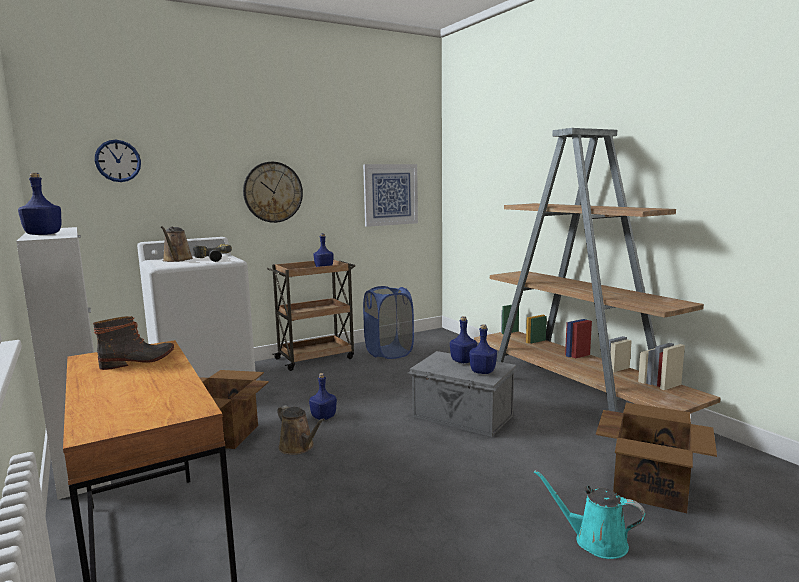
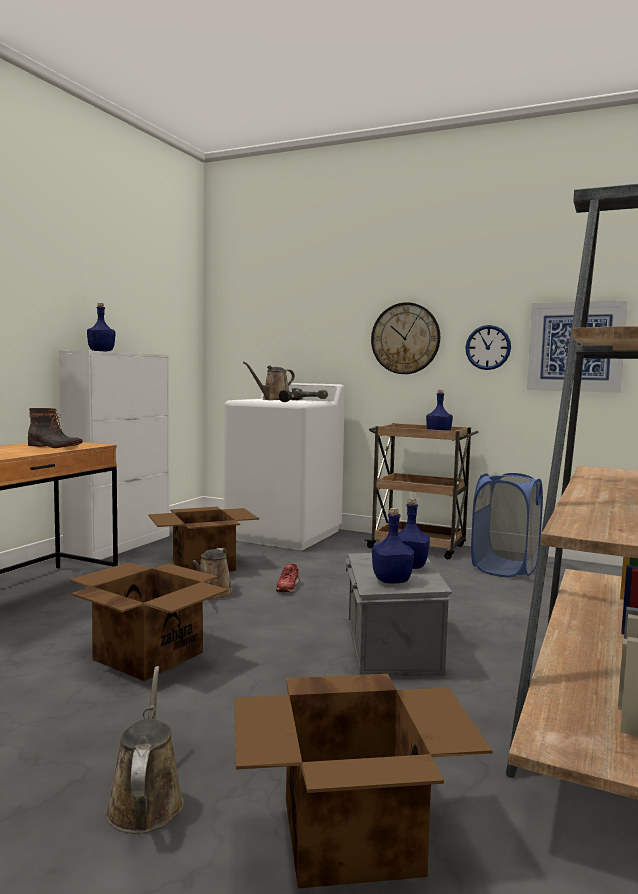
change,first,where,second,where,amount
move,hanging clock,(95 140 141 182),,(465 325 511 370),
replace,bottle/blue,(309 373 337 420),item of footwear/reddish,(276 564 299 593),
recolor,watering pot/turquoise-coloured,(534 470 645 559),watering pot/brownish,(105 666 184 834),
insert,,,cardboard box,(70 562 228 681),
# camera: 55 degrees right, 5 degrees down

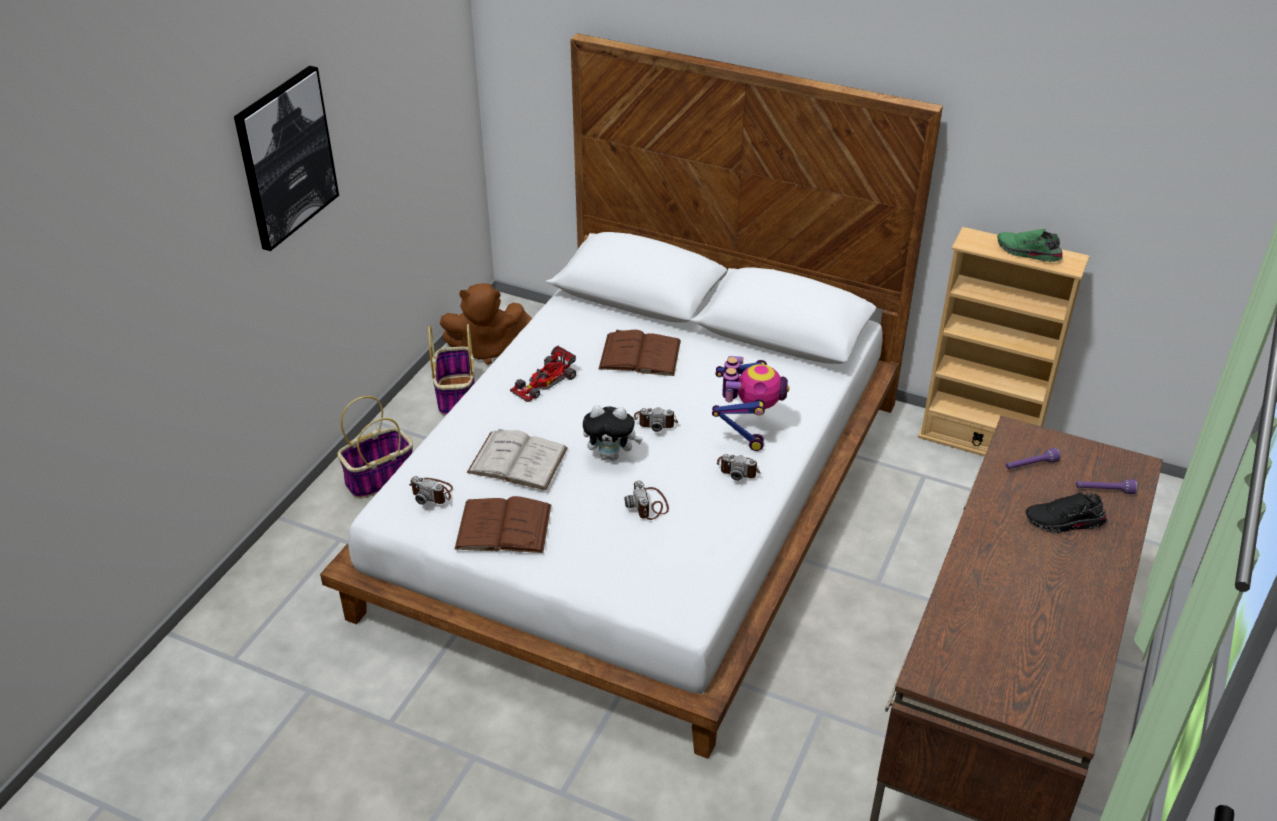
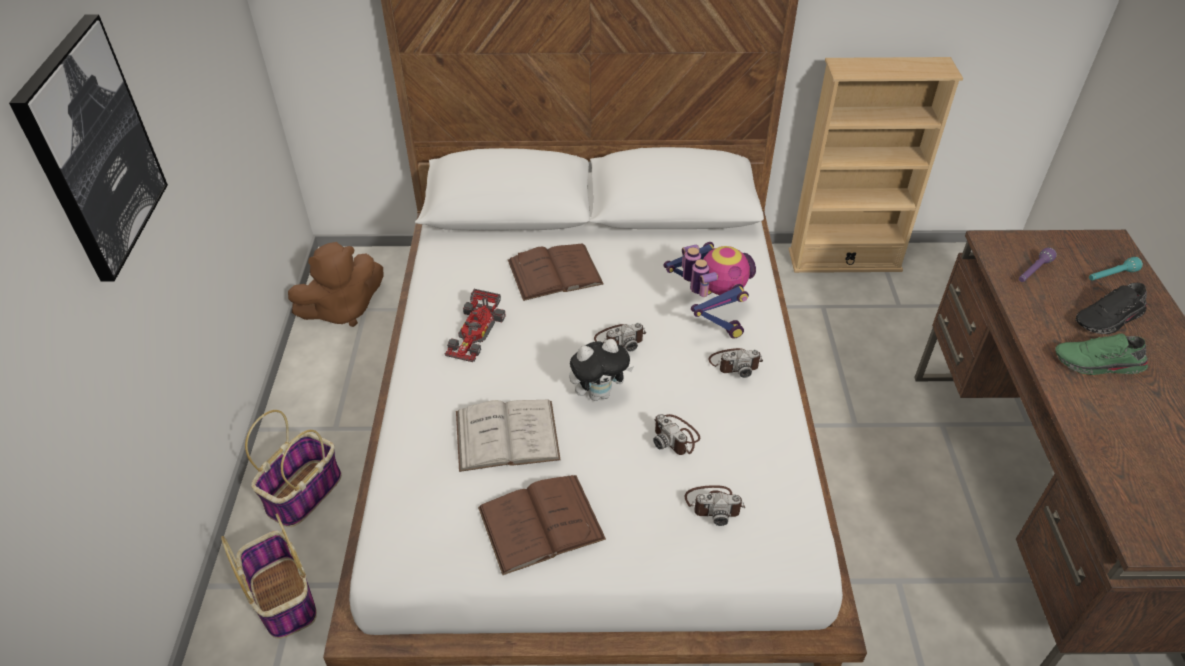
change,first,where,second,where,amount
move,item of footwear/green,(997 229 1063 262),,(1055 333 1148 375),
move,household basket,(428 324 475 416),,(221 514 317 639),
move,photo camera,(409 476 453 505),,(685 485 746 526),
recolor,torch/purple,(1076 479 1138 494),torch/turquoise-coloured,(1089 257 1143 280),
# camera: 25 degrees left, 5 degrees up

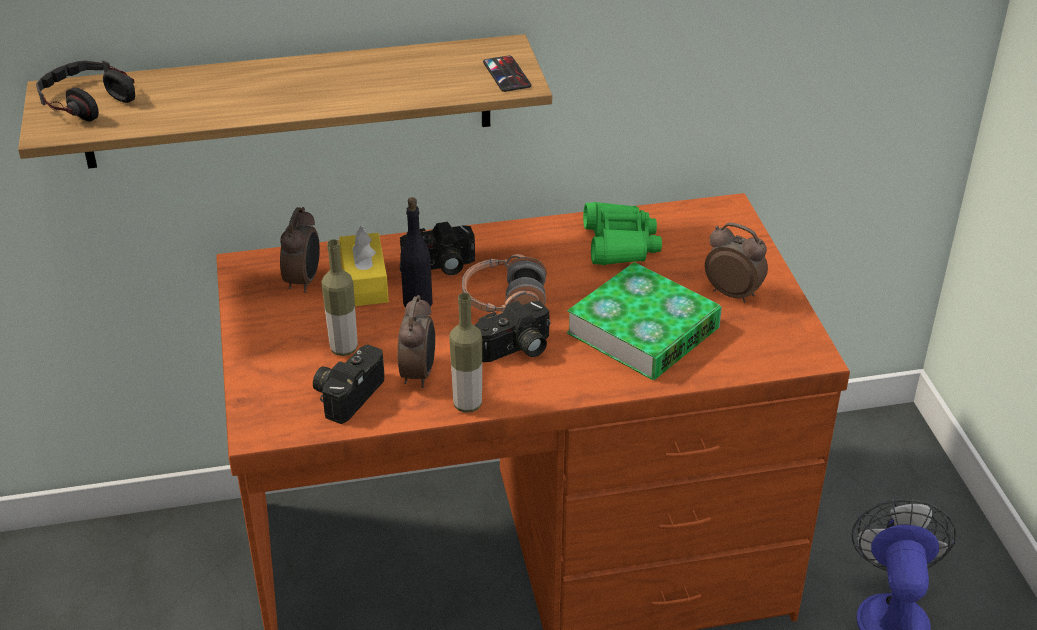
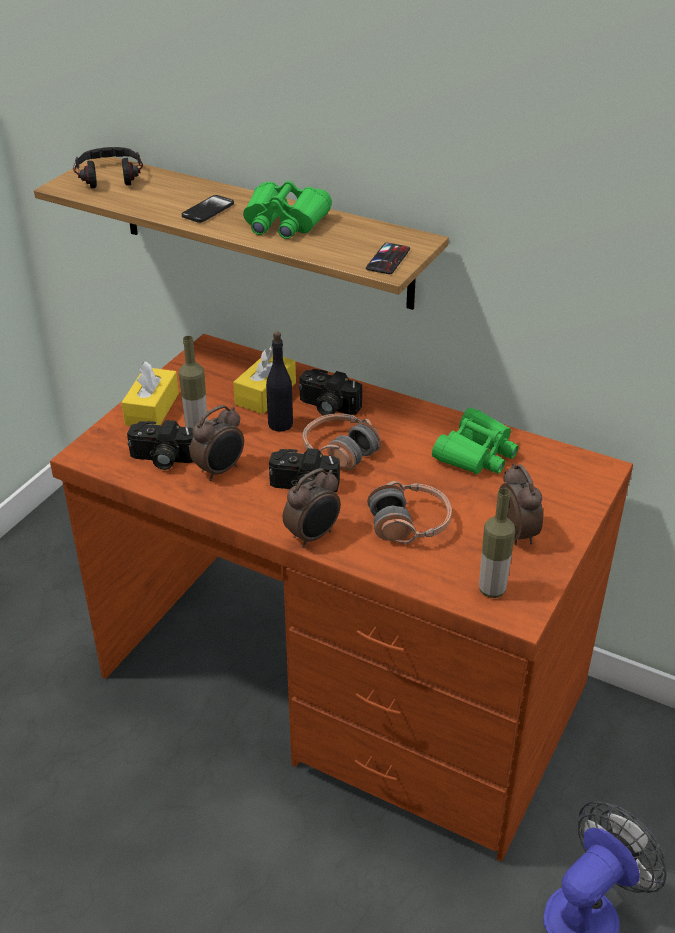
change,first,where,second,where,amount
move,alarm clock,(280 207 320 293),,(283 468 341 548),
replace,volume,(567 262 722 380),pair of headphones,(367 481 452 544),
move,bottle,(449 293 482 413),,(479 488 515 598),
rotate,photo camera,(313 344 384 424),,(127 420 193 470),150 degrees counterclockwise
insert,,,field glasses/green,(243 181 332 239),
insert,,,handset,(182 195 234 223),
insert,,,box of tissues/yellowish,(121 362 179 426),
# camera: 40 degrees right, 0 degrees up

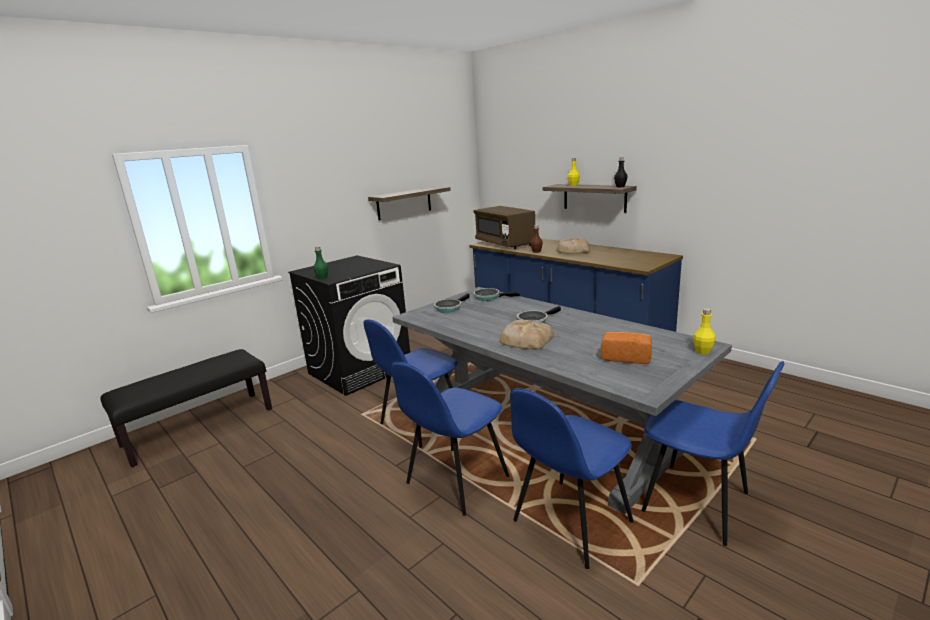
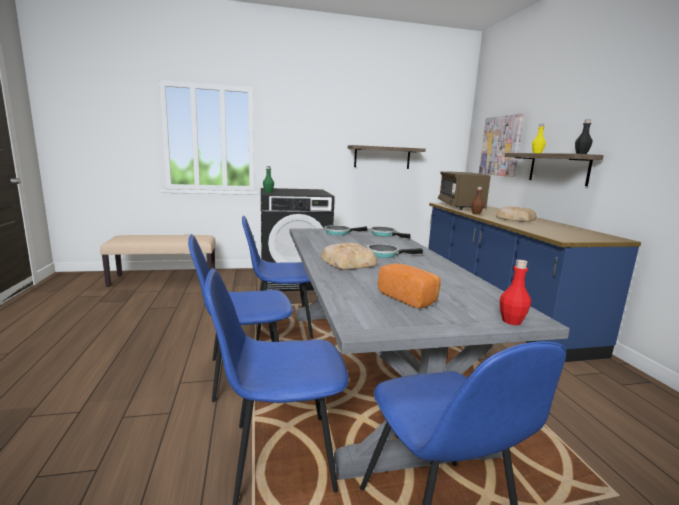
change,first,where,second,where,amount
recolor,bottle/yellowish,(693 308 716 355),bottle/reddish,(500 260 531 325),
recolor,long seat/blackish,(100 349 272 467),long seat/sand-coloured,(100 235 216 287),
insert,,,wall picture,(479 113 524 177),
# camera: 30 degrees right, 5 degrees down

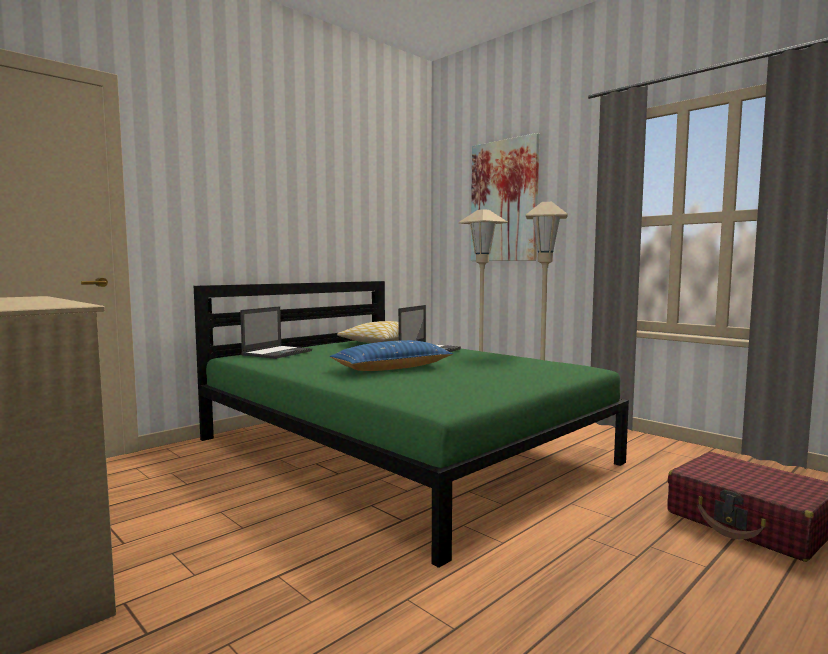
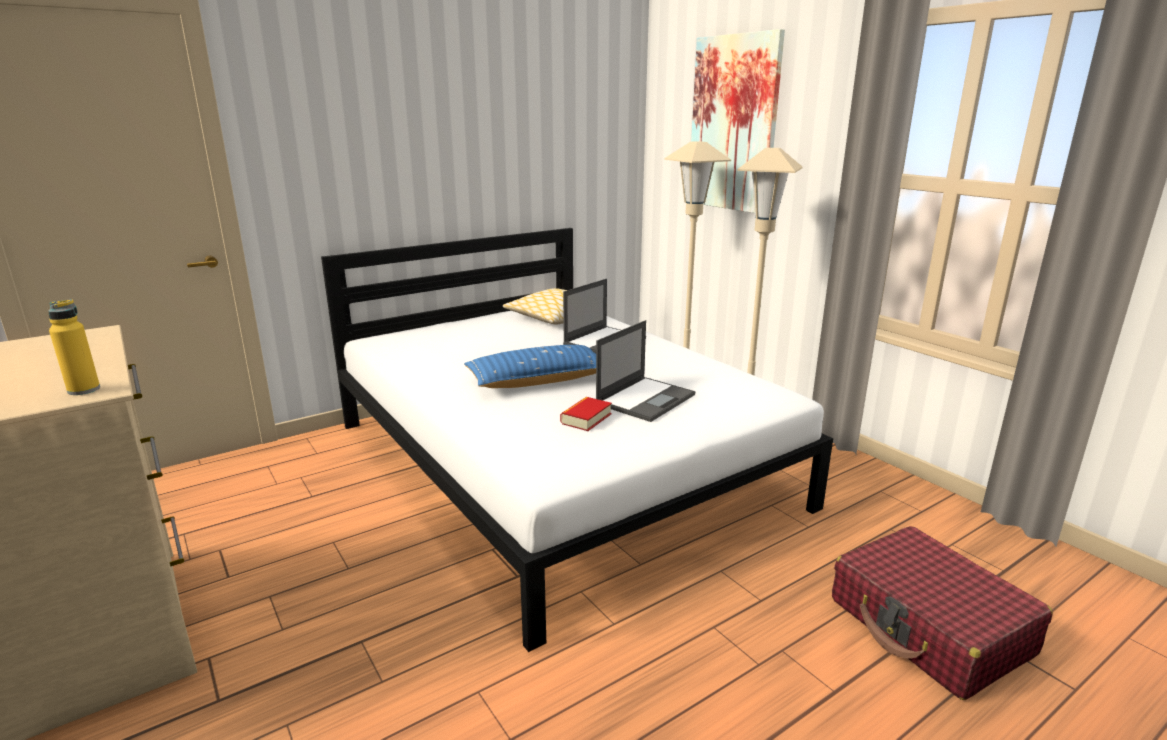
change,first,where,second,where,amount
recolor,bedroom bed/green,(194 281 629 568),bedroom bed/white,(321 228 833 652),
move,notebook computer,(240 306 312 359),,(596 320 695 422),
insert,,,bottle/yellowish,(48 300 100 395),
insert,,,volume,(560 397 612 431),
# camera: 10 degrees right, 15 degrees up

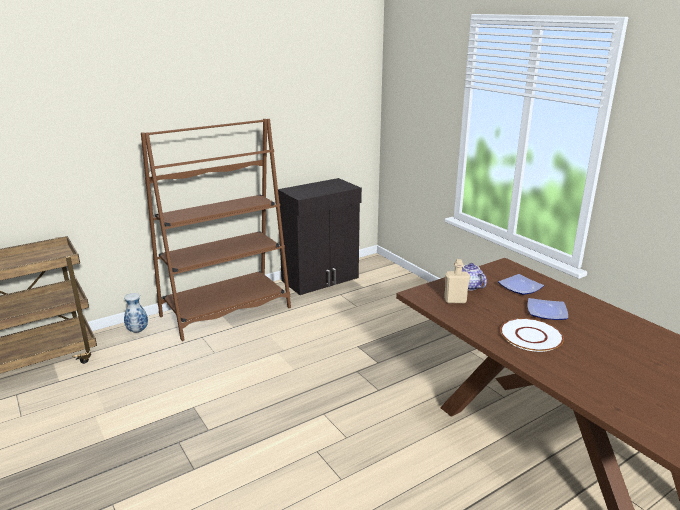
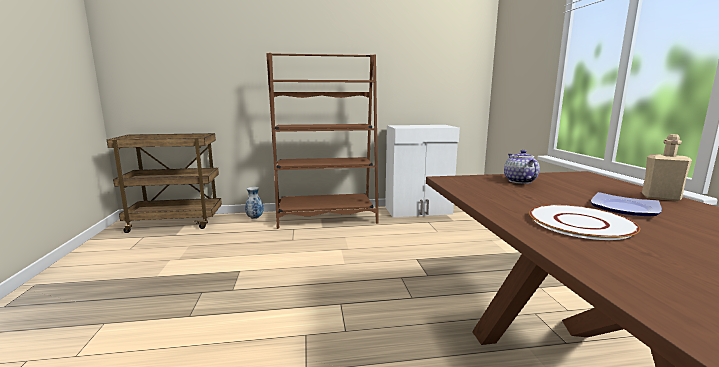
change,first,where,second,where,amount
recolor,cupboard/blackish,(278 178 362 295),cupboard/white,(385 125 460 217),
move,bottle/sand-coloured,(444 259 470 303),,(642 134 692 201),
delete,plate,(498 274 544 295),,,
# camera: 25 degrees right, 10 degrees down

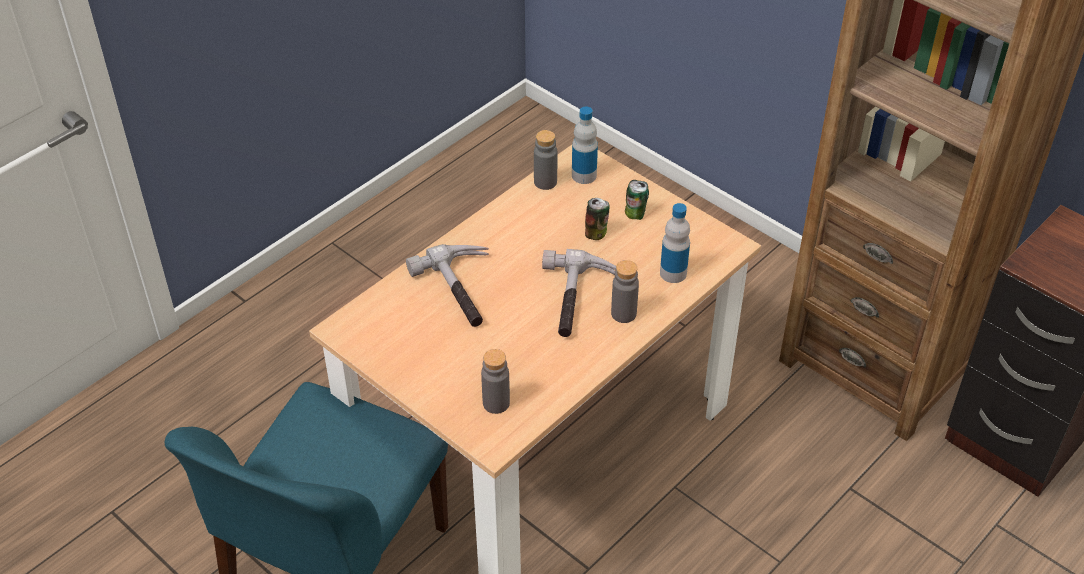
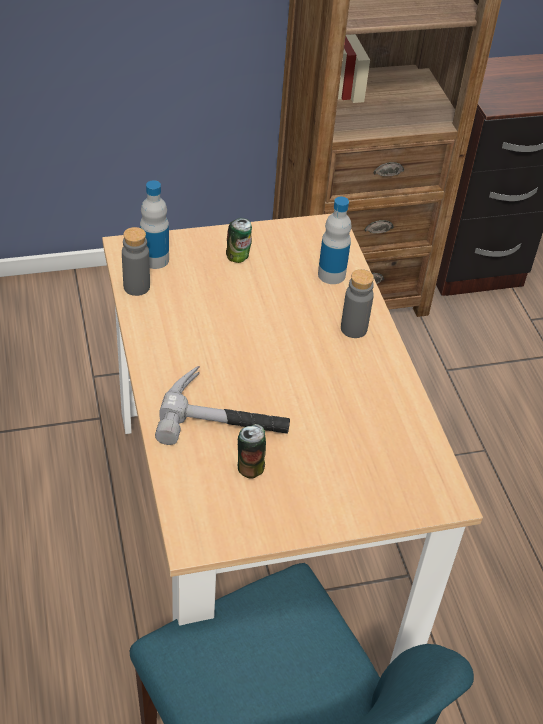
change,first,where,second,where,amount
move,metal can,(585 198 609 240),,(238 424 266 479),
delete,hammer,(542 249 616 337),,,
delete,bottle/grey,(481 349 510 414),,,
# camera: 60 degrees left, 0 degrees up

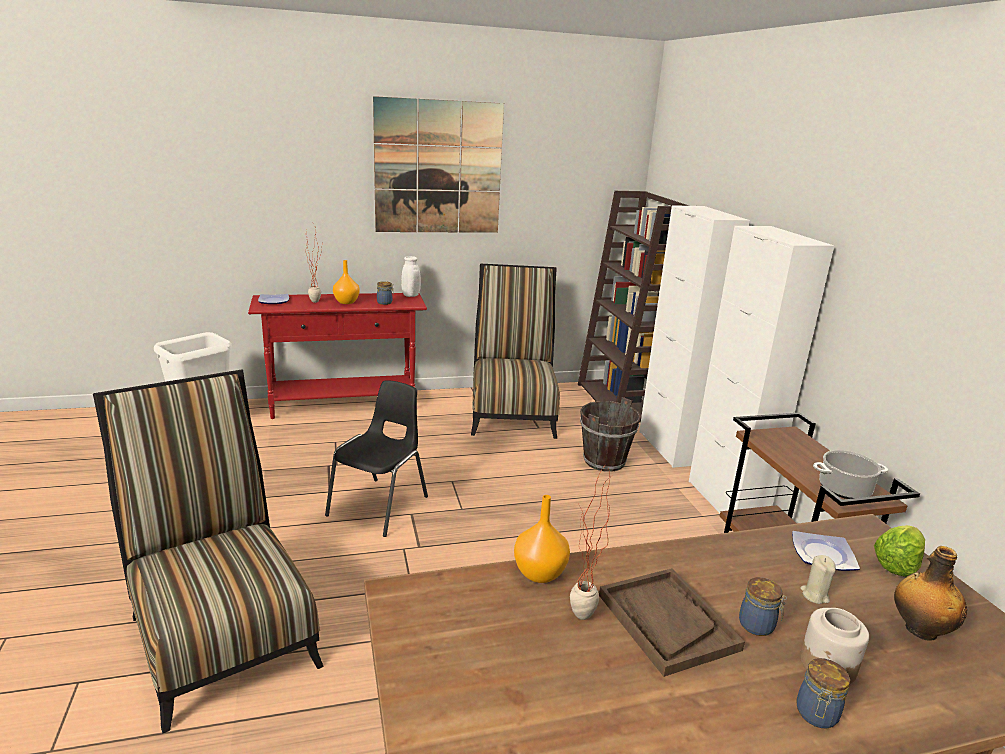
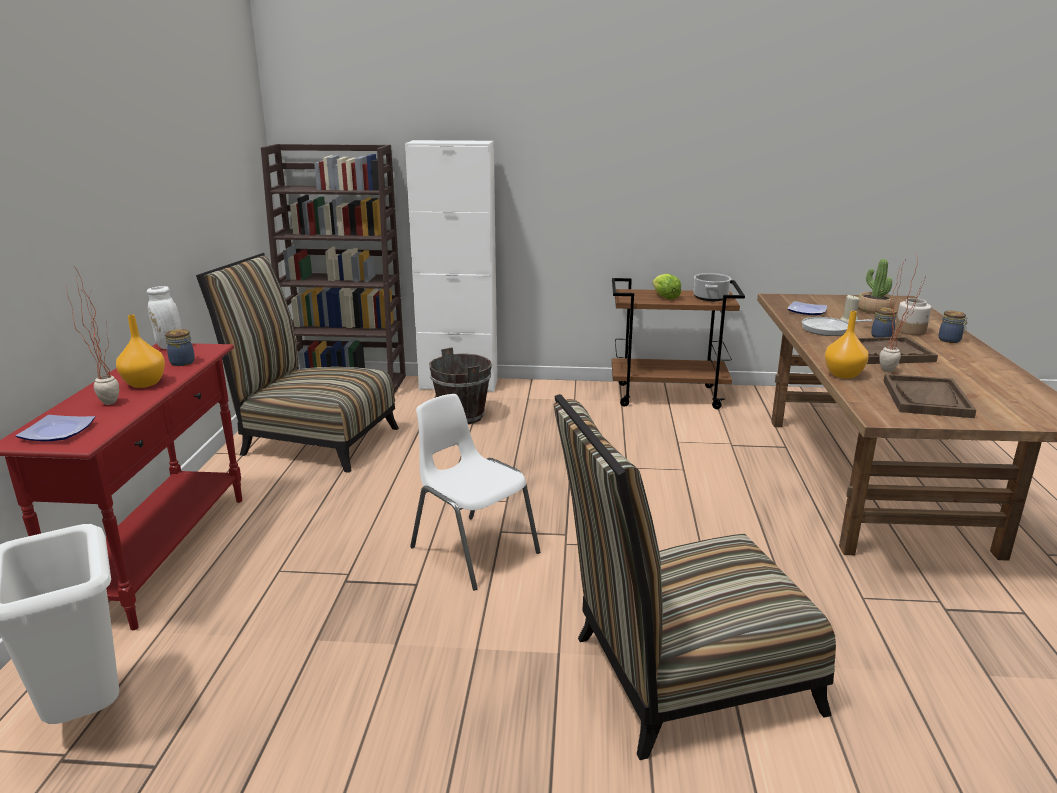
change,first,where,second,where,amount
delete,wall picture,(373 96 504 233),,,
delete,cupboard/white,(689 226 834 513),,,
recolor,chair/blackish,(325 380 428 537),chair/white,(410 394 540 591),
move,head of lettuce,(874 525 925 577),,(652 274 681 300),
replace,bottle,(894 546 967 641),plant in a pot,(858 259 894 314),
insert,,,skillet,(802 317 872 336),
insert,,,serving tray/brownish,(883 374 976 418),
# camera: 70 degrees left, 0 degrees up

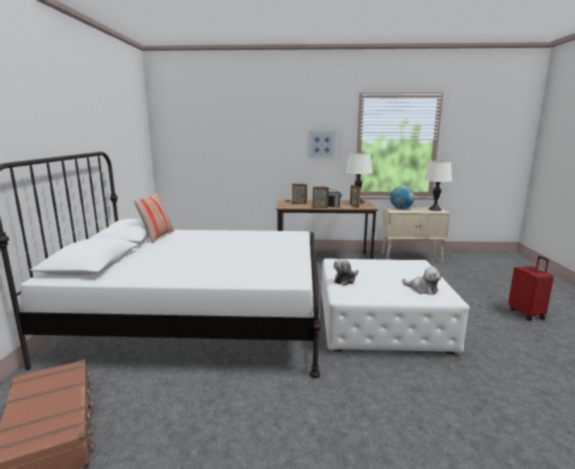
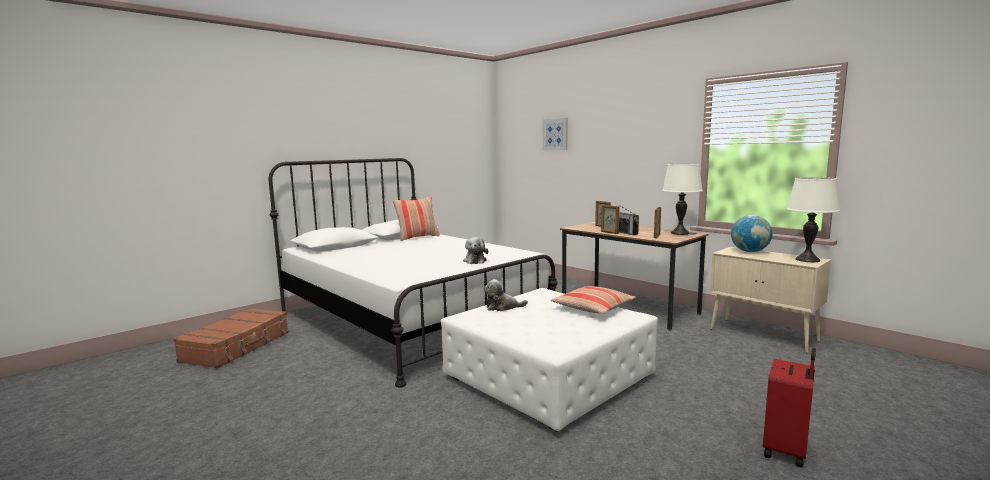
change,first,where,second,where,amount
move,wall picture,(308 131 336 159),,(542 118 568 150),
move,soft toy,(402 267 441 295),,(463 237 488 264),
insert,,,throw pillow,(551 286 636 314),
# camera: 45 degrees right, 5 degrees down

